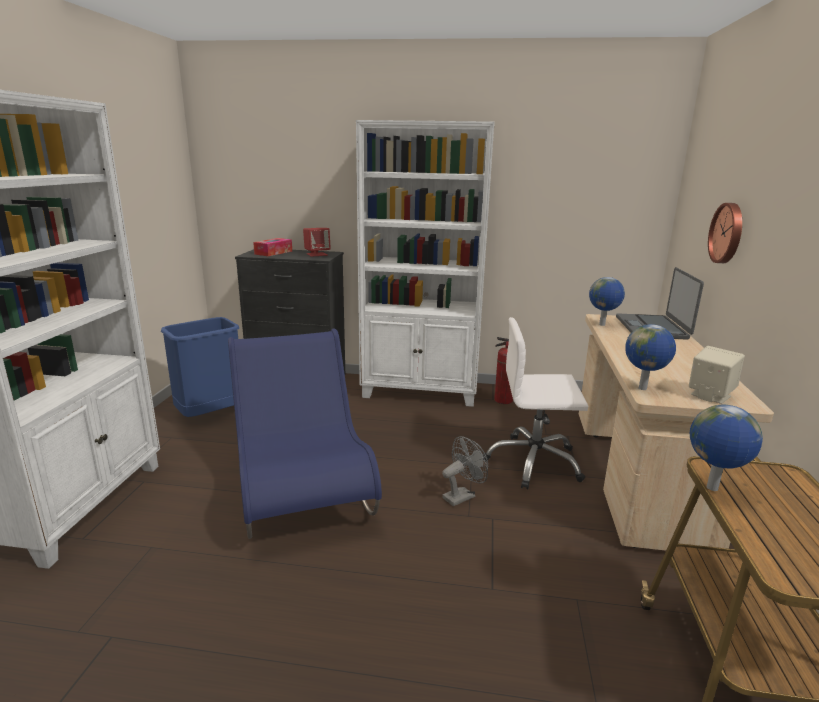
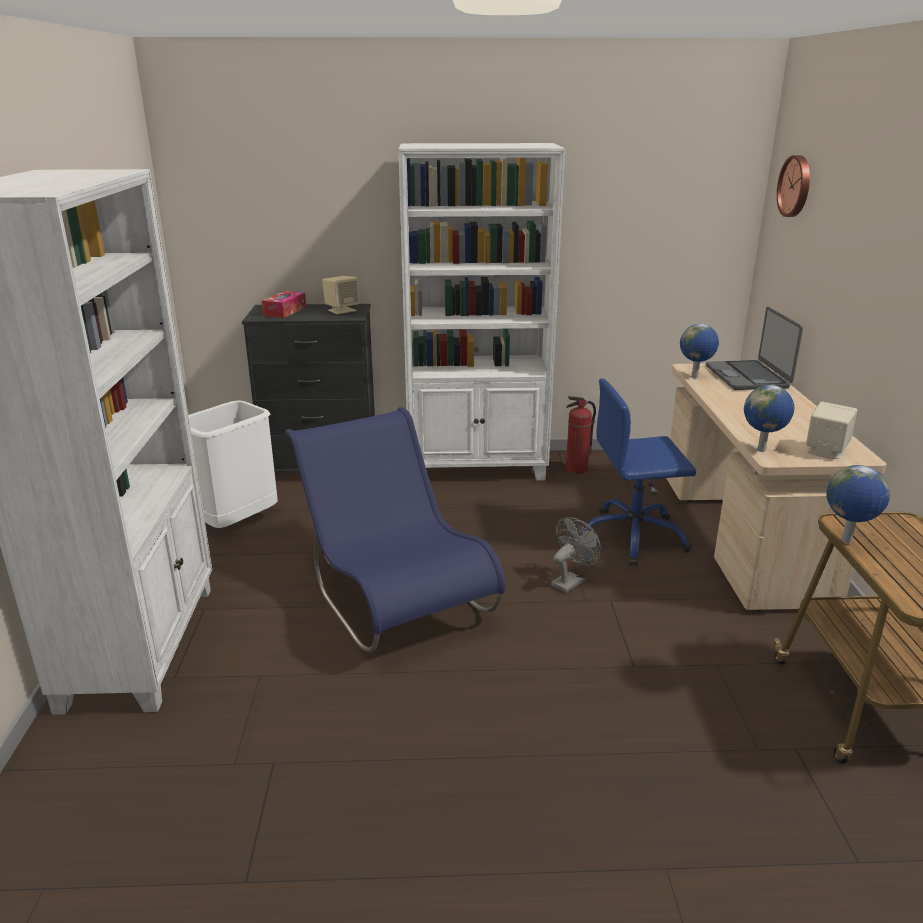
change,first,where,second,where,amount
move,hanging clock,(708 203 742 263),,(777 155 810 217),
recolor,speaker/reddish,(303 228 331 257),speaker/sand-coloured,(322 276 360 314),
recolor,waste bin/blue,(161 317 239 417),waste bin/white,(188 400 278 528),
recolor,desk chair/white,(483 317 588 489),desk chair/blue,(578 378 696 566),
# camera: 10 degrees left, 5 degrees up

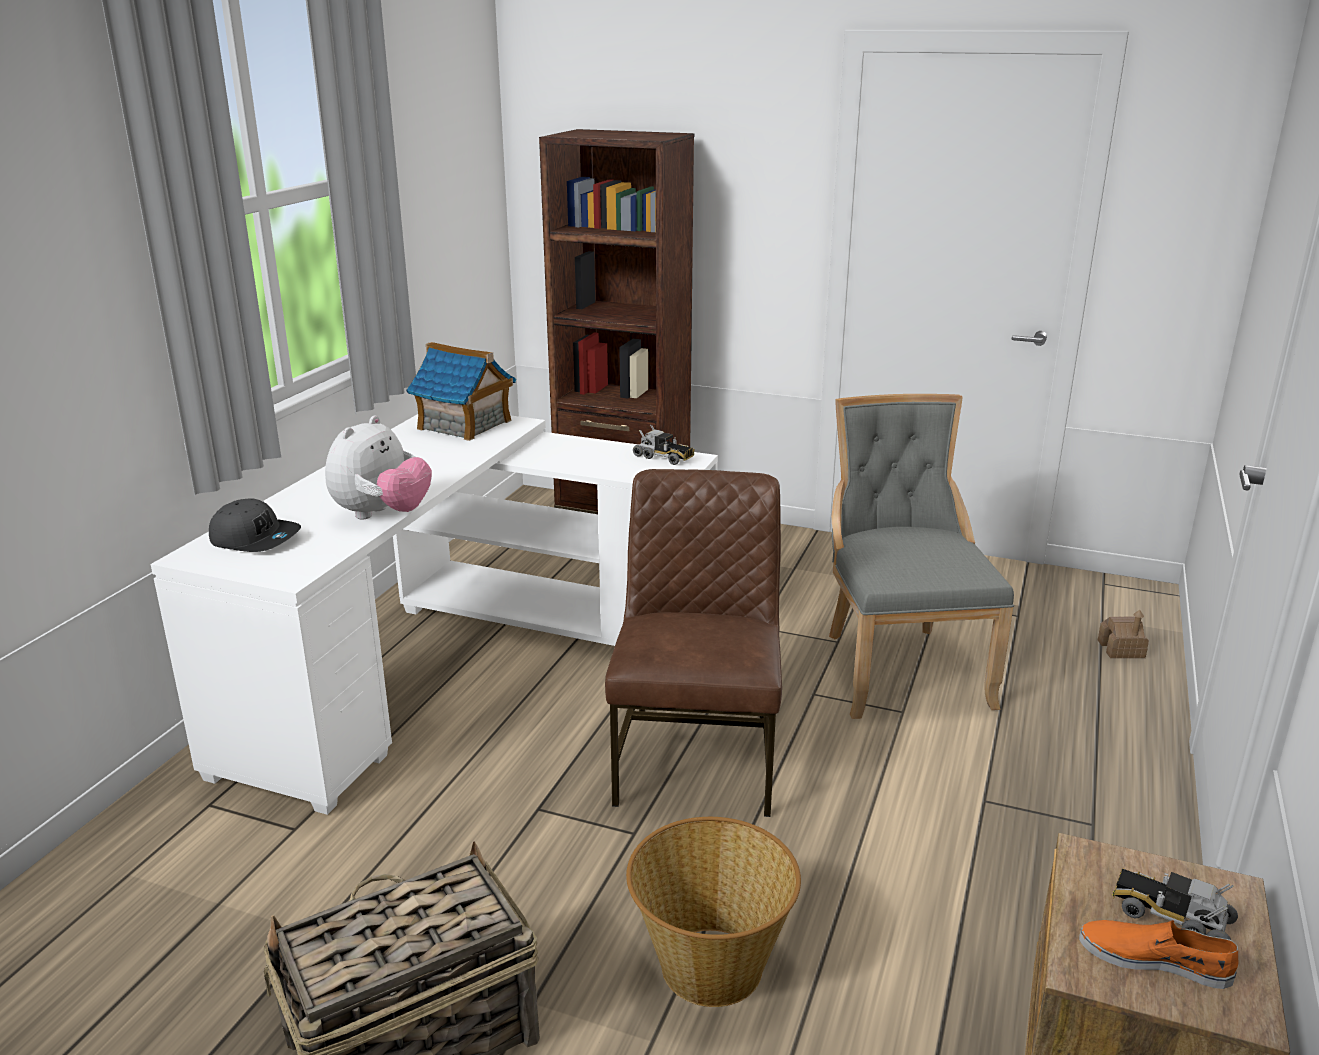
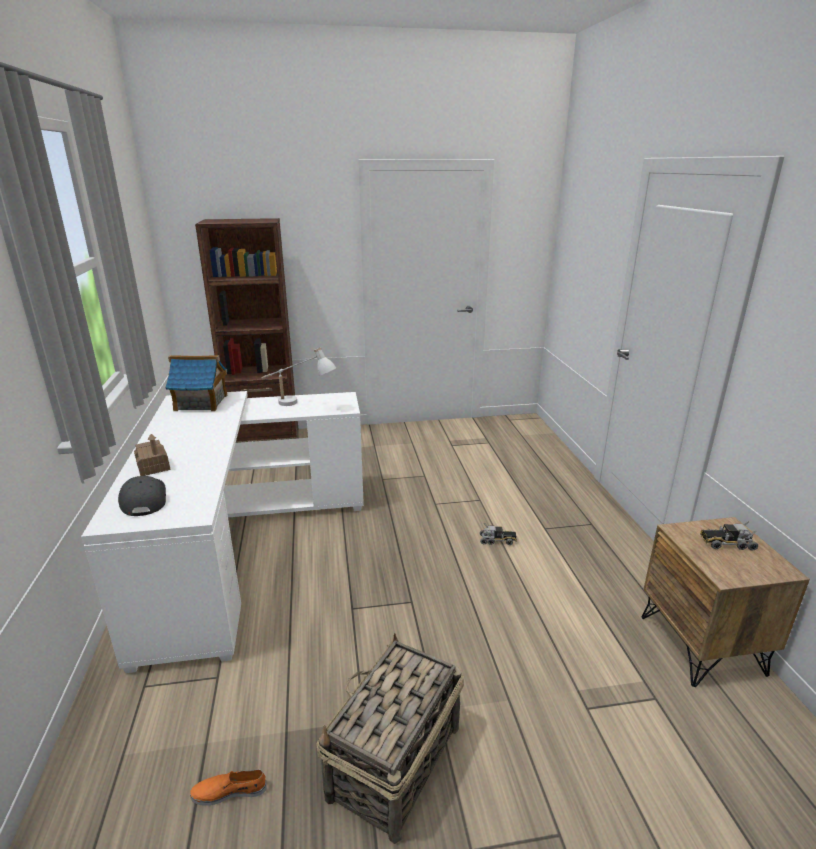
change,first,where,second,where,amount
delete,chair/grey,(829 394 1014 719),,,
delete,soft toy,(325 415 432 519),,,
move,toy lorry,(633 425 694 465),,(480 523 517 545),
delete,chair/brownish,(605 469 782 817),,,
rotate,baseball cap/grey,(209 498 301 552),,(118 476 166 516),105 degrees counterclockwise
move,model house,(1098 610 1149 658),,(134 434 171 476),
delete,household basket,(626 817 801 1007),,,
move,item of footwear/orange,(1079 920 1238 989),,(190 769 267 806),
insert,,,tabletop lamp/white,(262 347 336 406),
# camera: 30 degrees left, 0 degrees up

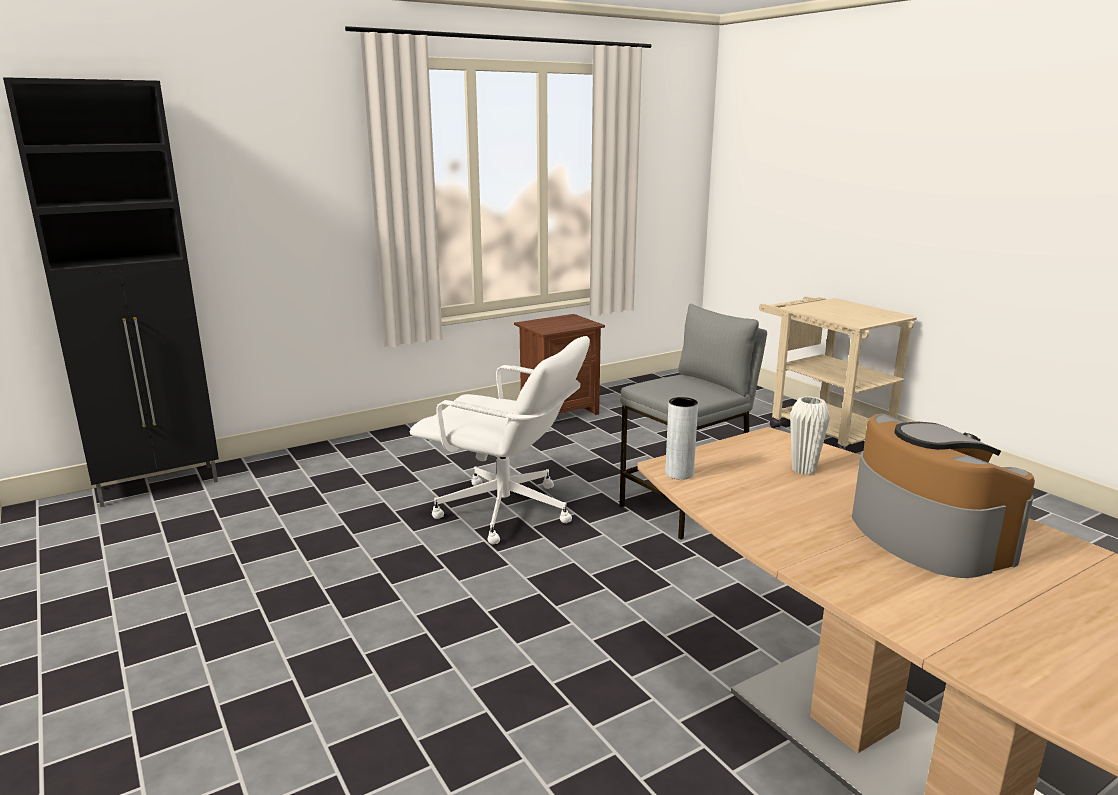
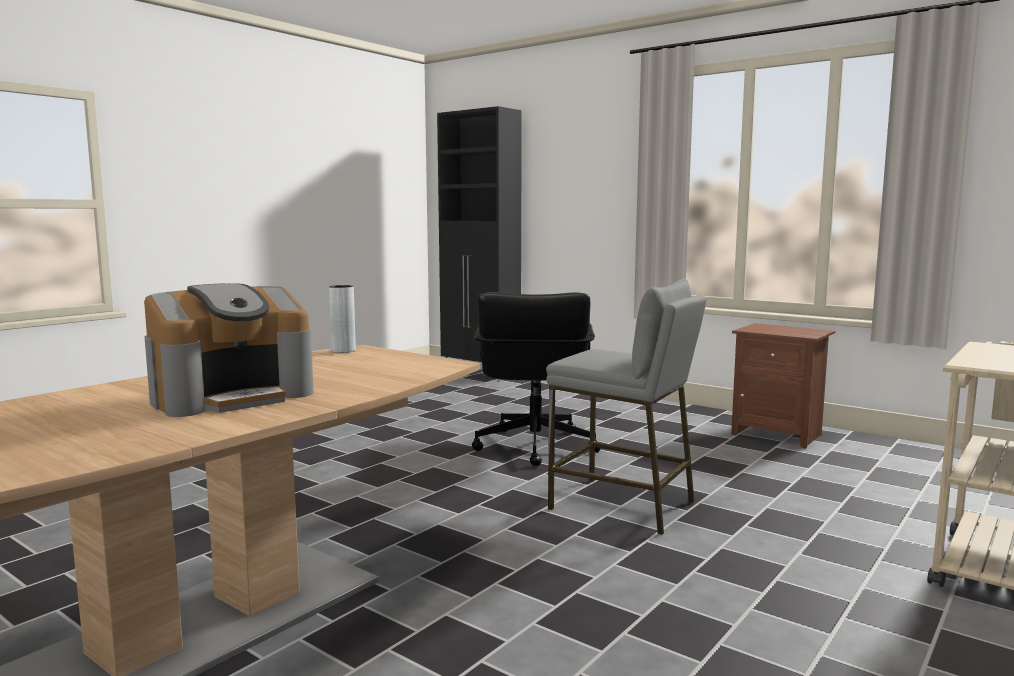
change,first,where,second,where,amount
recolor,desk chair/white,(410 336 590 544),desk chair/blackish,(472 292 601 466),
delete,vase/white,(790 396 830 475),,,
# camera: 70 degrees right, 10 degrees down

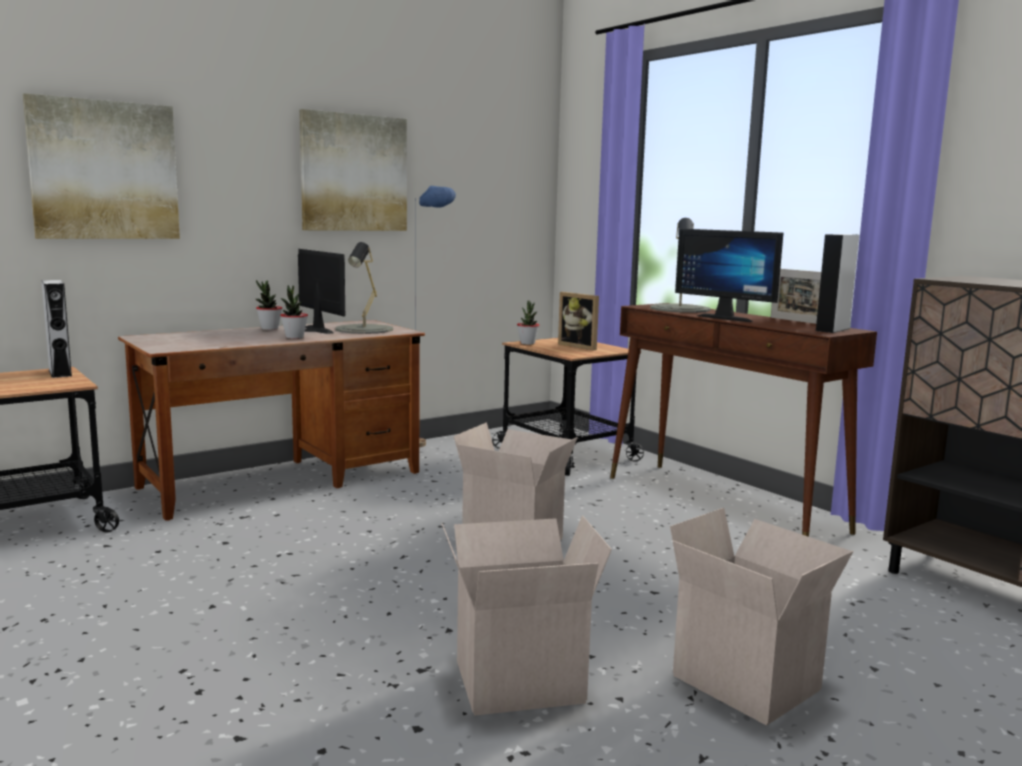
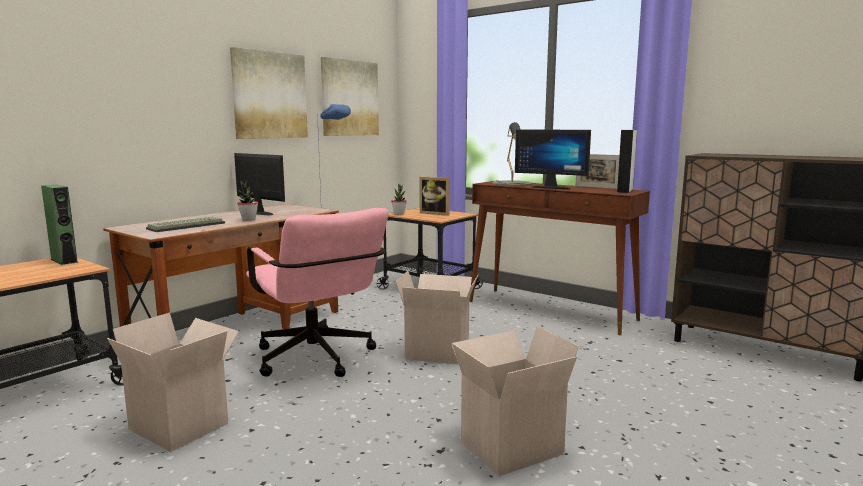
change,first,where,second,where,amount
move,wall picture,(23 93 180 239),,(321 57 379 136),
delete,tabletop lamp/grey,(336 242 393 334),,,
recolor,speaker/grey,(41 280 72 378),speaker/green,(41 185 78 265),
delete,plant in a pot,(256 280 282 330),,,
move,cardboard box,(670 508 854 726),,(107 313 239 452),
insert,,,desk chair/pink-coloured,(246 208 389 377),
insert,,,PC keyboard,(146 217 225 232),
# camera: 15 degrees left, 0 degrees up

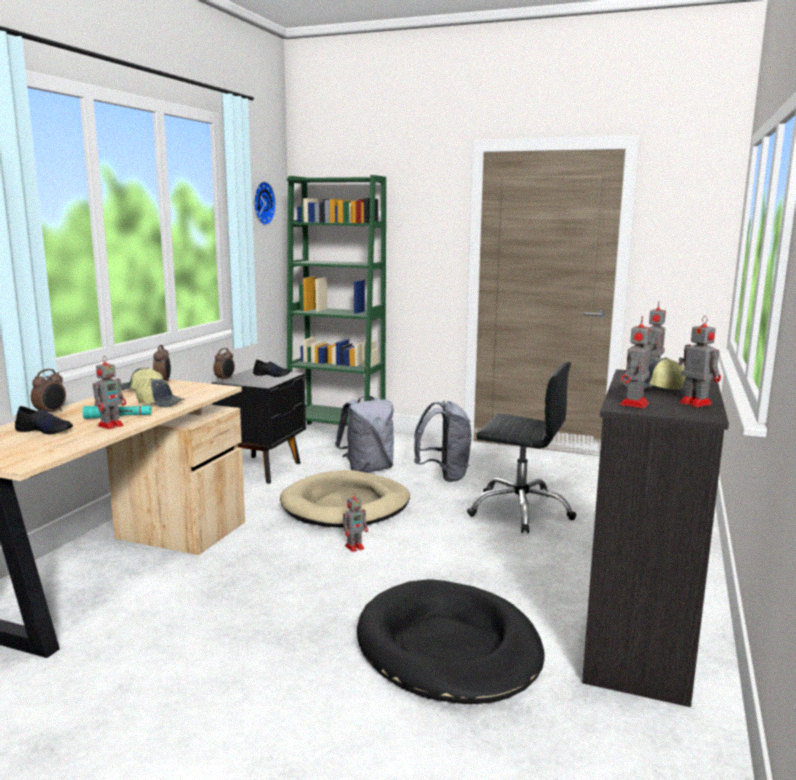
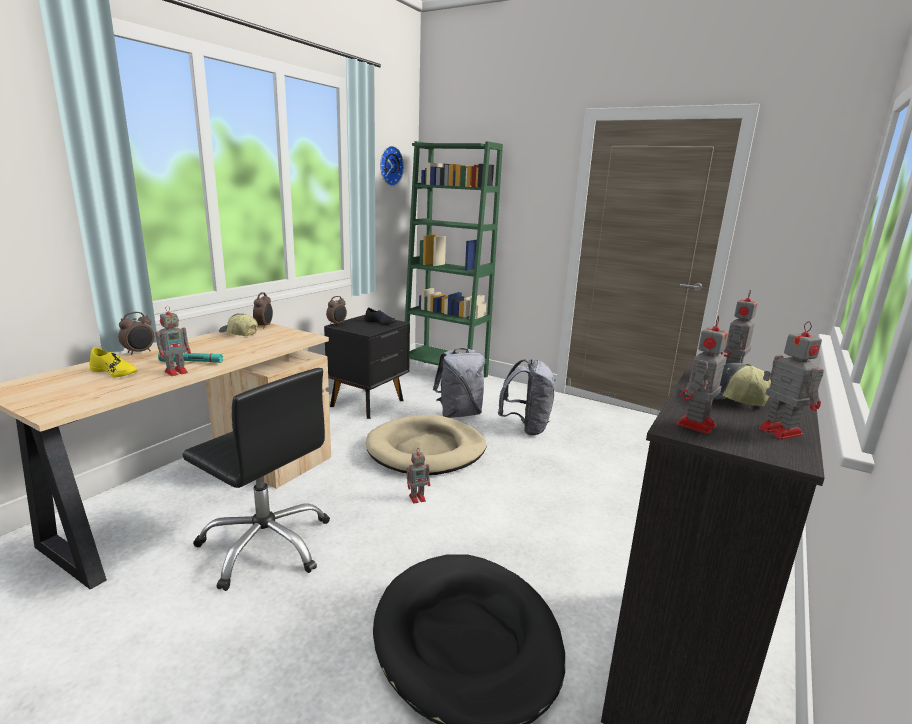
change,first,where,second,where,amount
move,desk chair/blackish,(467 362 576 533),,(182 368 330 591),
delete,baseball cap,(135 378 185 407),,,
recolor,item of footwear/blackish,(15 406 73 434),item of footwear/yellowish,(89 347 138 377),
# camera: 10 degrees right, 5 degrees up

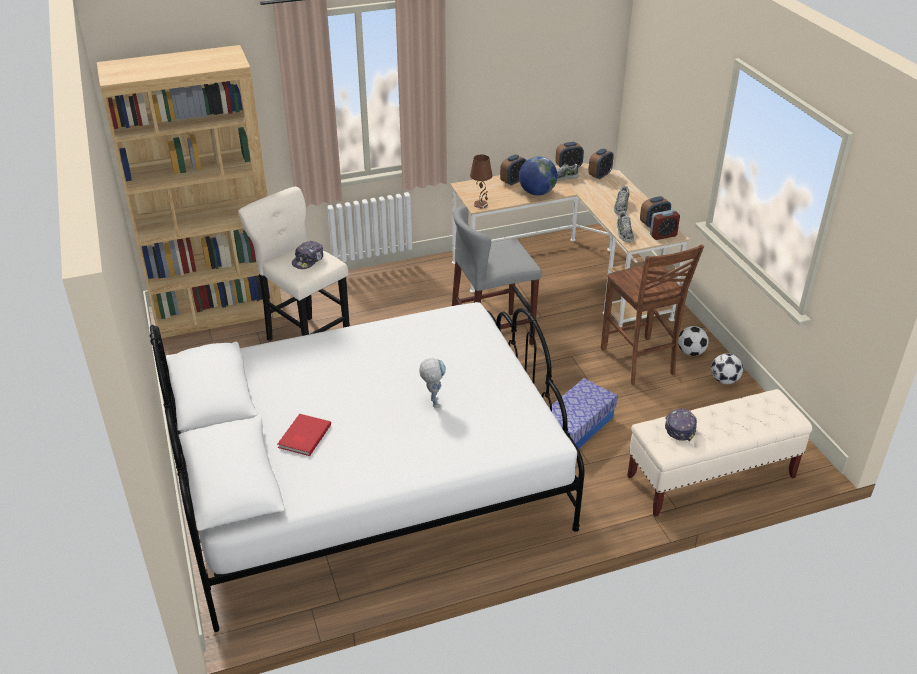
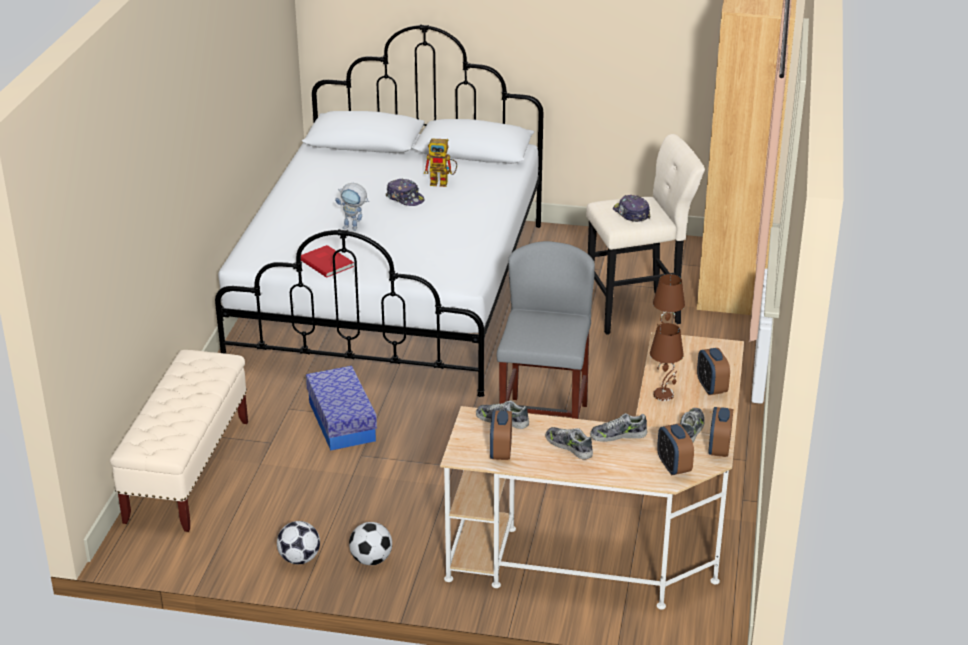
change,first,where,second,where,amount
replace,desk globe,(519 156 557 196),tabletop lamp/brownish,(650 323 684 401),
delete,alarm clock,(650 210 680 240),,,
delete,chair/brownish,(601 245 704 385),,,
move,baseball cap,(665 408 697 441),,(386 178 425 206),
move,volume/reddish,(278 414 331 456),,(301 245 354 278),
insert,,,model robot,(424 139 457 187),
insert,,,item of footwear,(590 413 647 442),
# camera: 120 degrees right, 5 degrees down

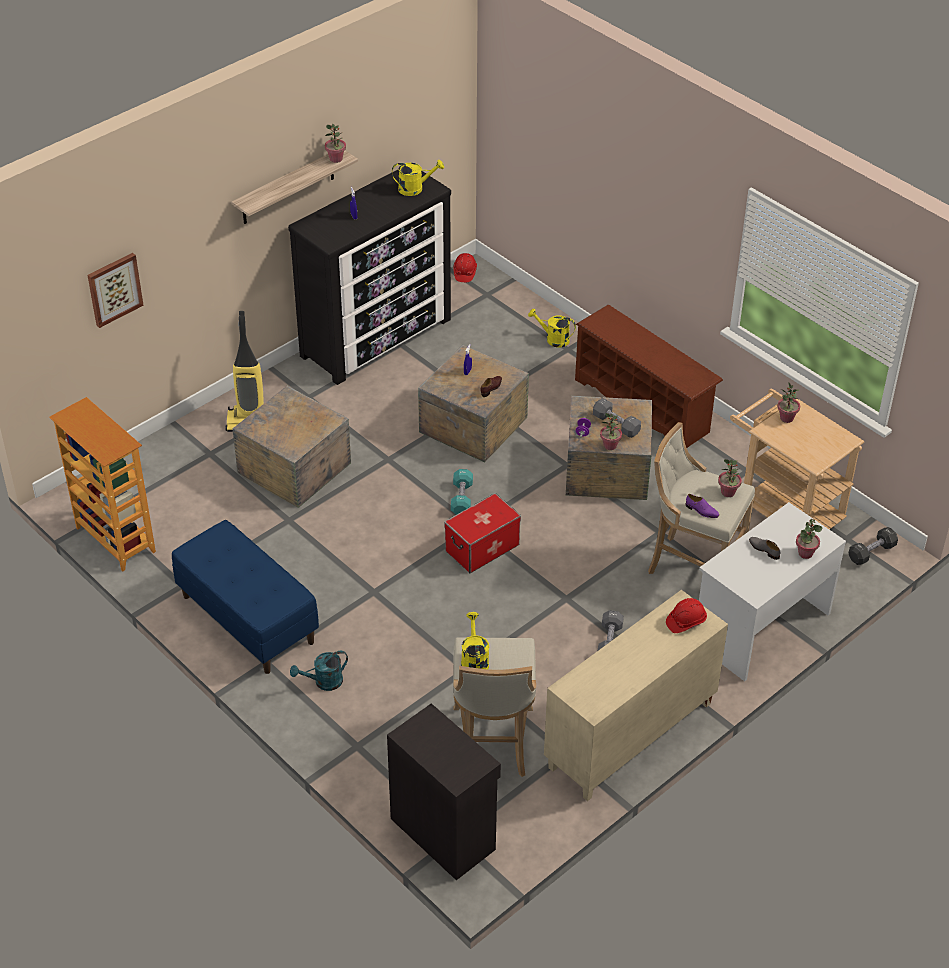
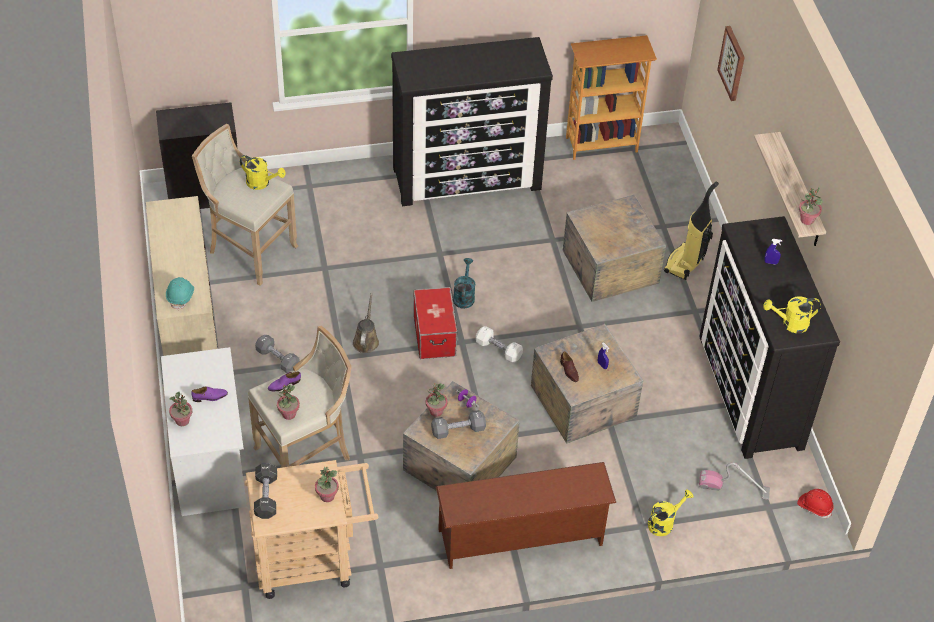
change,first,where,second,where,amount
rotate,watering pot/yellowish,(392 160 444 196),,(763 296 821 333),60 degrees clockwise
recolor,hand weight/turquoise-coloured,(451 469 473 515),hand weight/white,(476 326 523 362),
replace,long seat/blue,(172 520 319 674),chest of drawers,(391 37 553 206),
move,hand weight/blackish,(849 527 898 565),,(254 463 277 519),
recolor,item of footwear/grey,(749 537 781 560),item of footwear/purple,(191 386 228 402),
recolor,safety helmet/reddish,(666 598 707 633),safety helmet/turquoise-coloured,(166 277 194 310),
move,watering pot/turquoise-coloured,(290 651 348 691),,(453 258 476 309),
insert,,,watering pot/brownish,(353 293 379 353),
insert,,,vacuum,(699 462 770 500),
# camera: 120 degrees right, 5 degrees up

